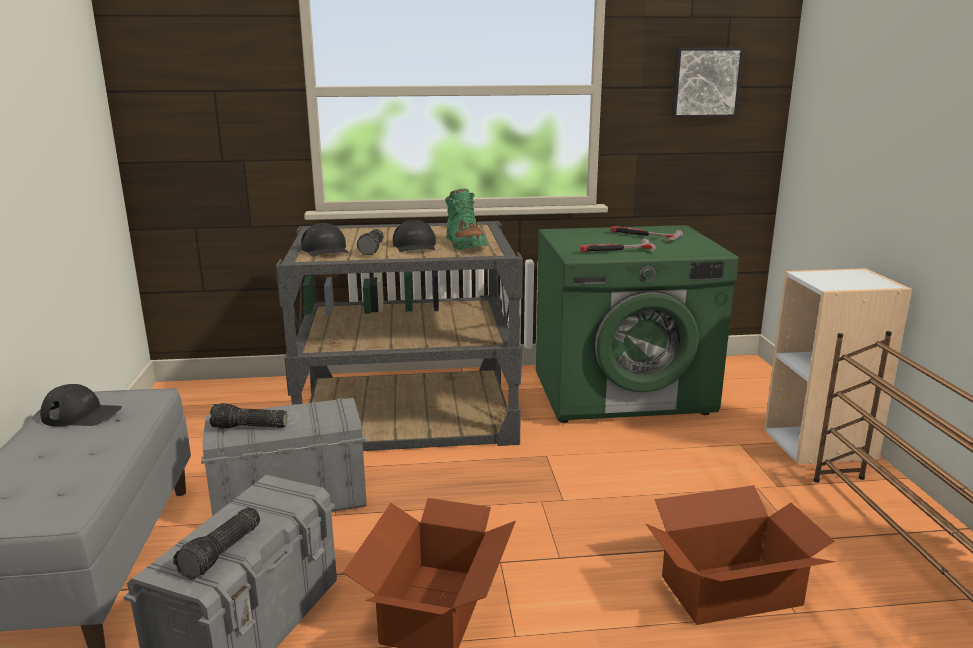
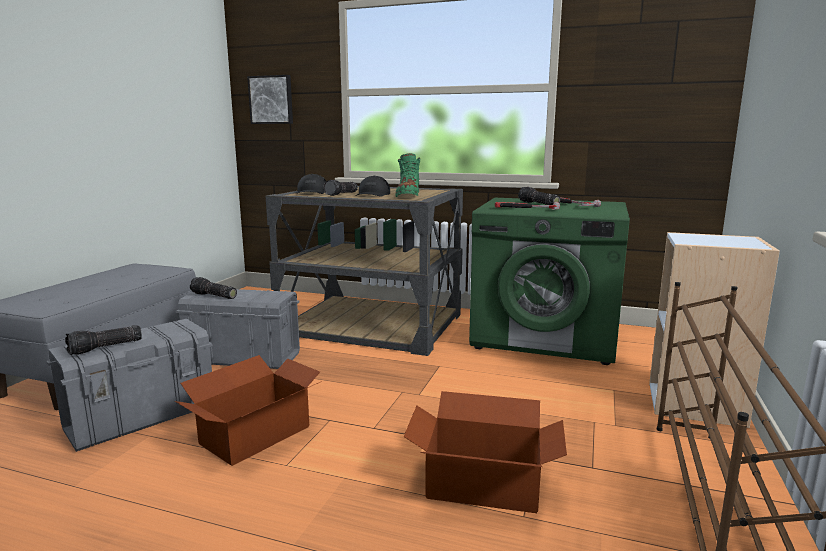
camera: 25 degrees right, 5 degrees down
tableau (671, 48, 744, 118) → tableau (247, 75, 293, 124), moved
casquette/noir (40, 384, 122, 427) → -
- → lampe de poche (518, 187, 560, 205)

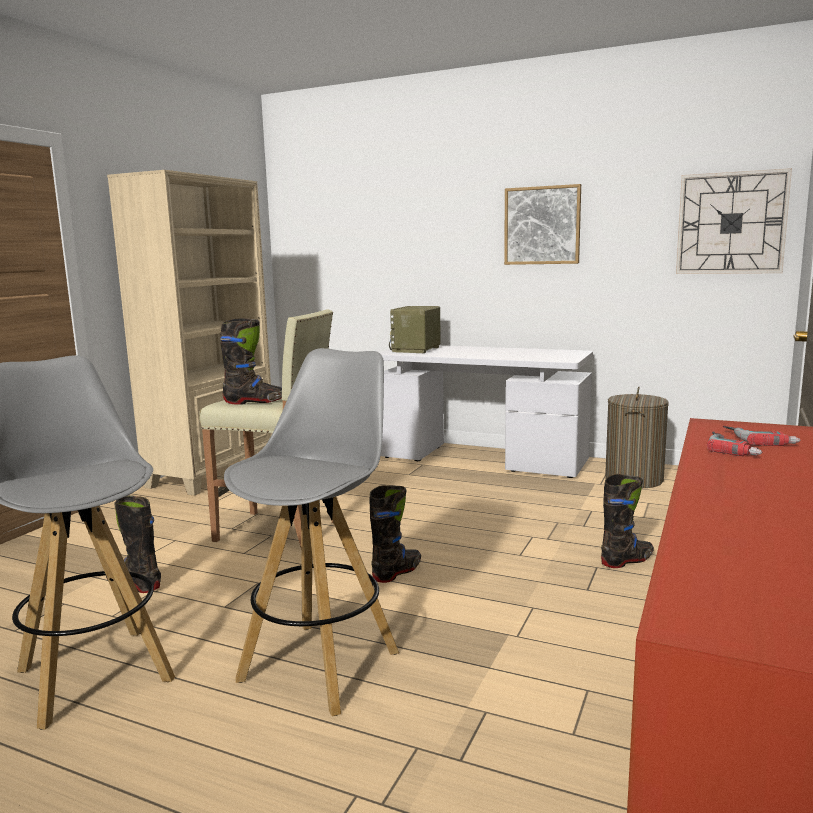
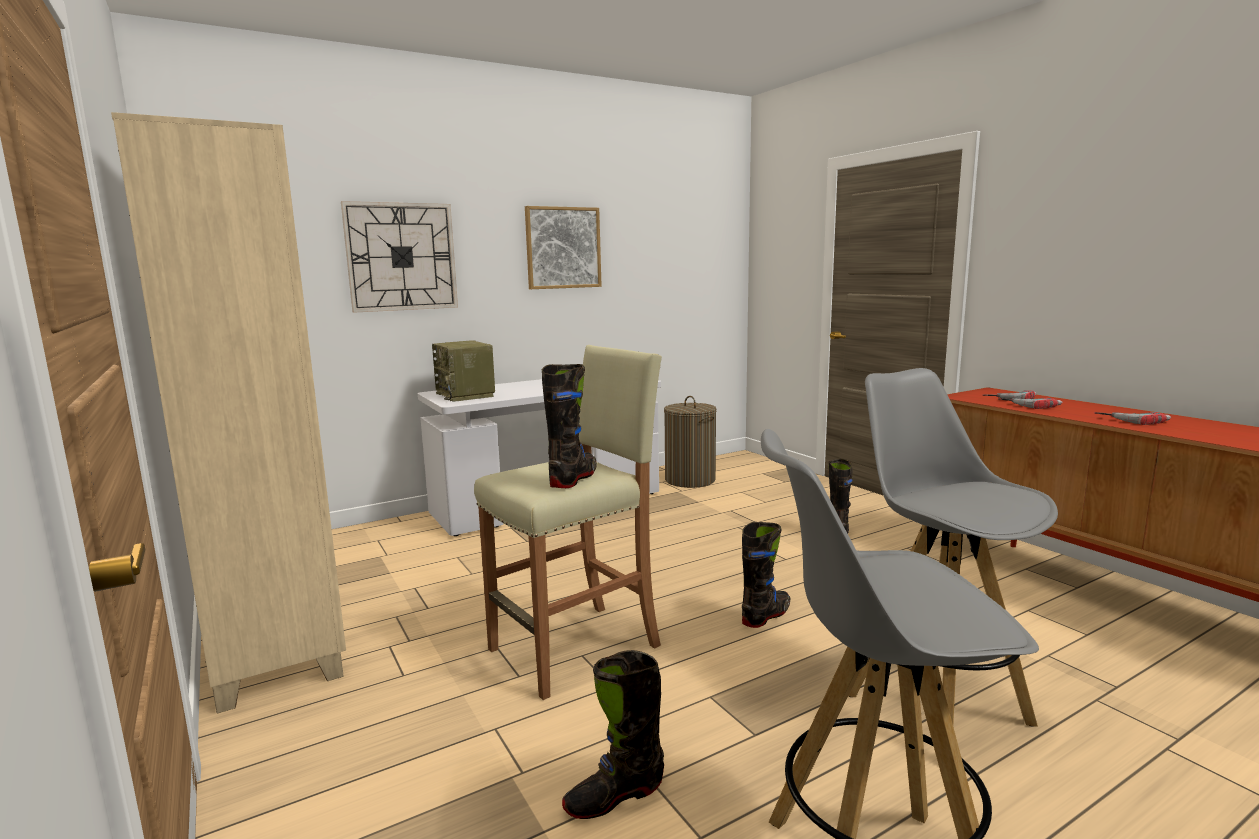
camera: 55 degrees left, 0 degrees up
horloge murale (676, 168, 792, 274) → horloge murale (341, 201, 458, 313), moved
botte/noir (369, 485, 421, 583) → botte/noir (742, 522, 790, 628), 60 degrees clockwise
- → perceuse (1095, 412, 1171, 425)

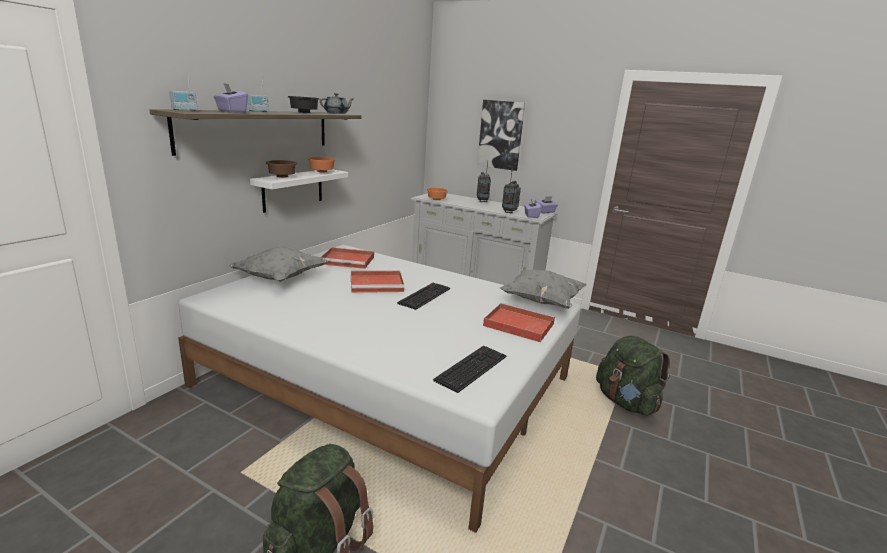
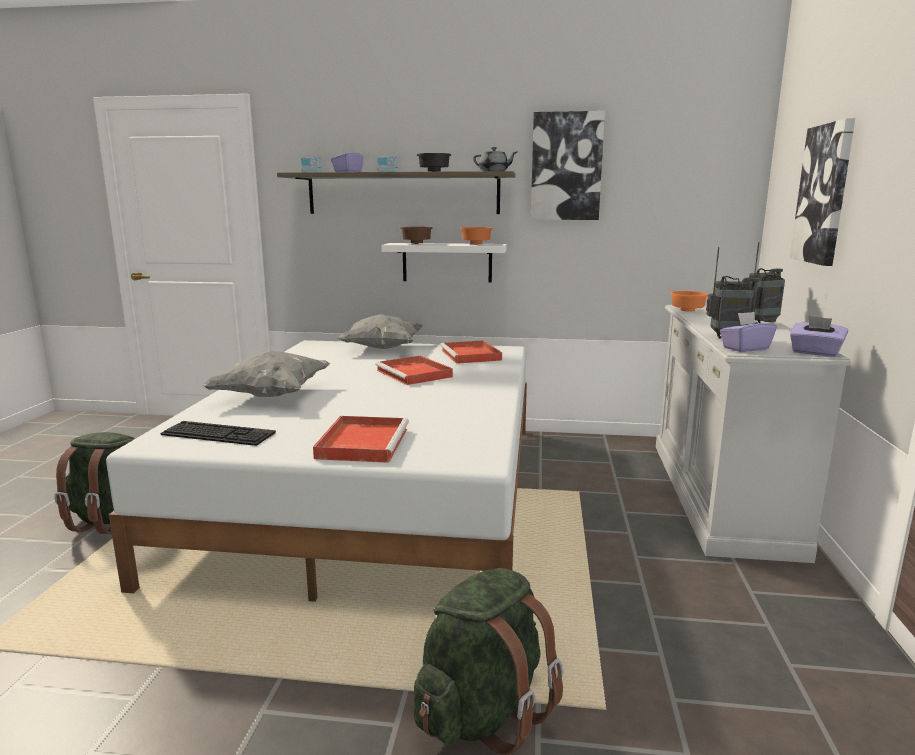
camera: 70 degrees right, 5 degrees down
coussin/gris (500, 269, 587, 309) → coussin/gris (202, 351, 331, 397), moved
clavier (397, 283, 450, 310) → -
- → tableau (531, 111, 605, 220)

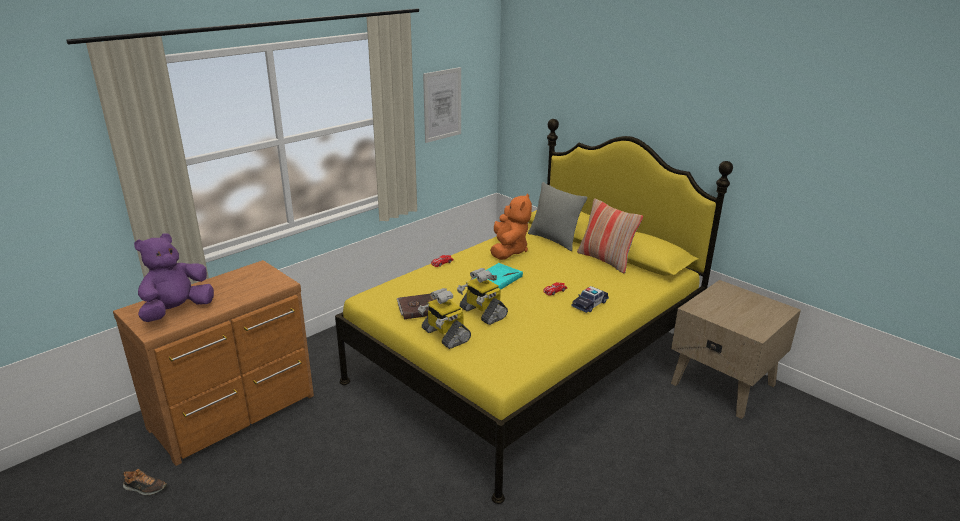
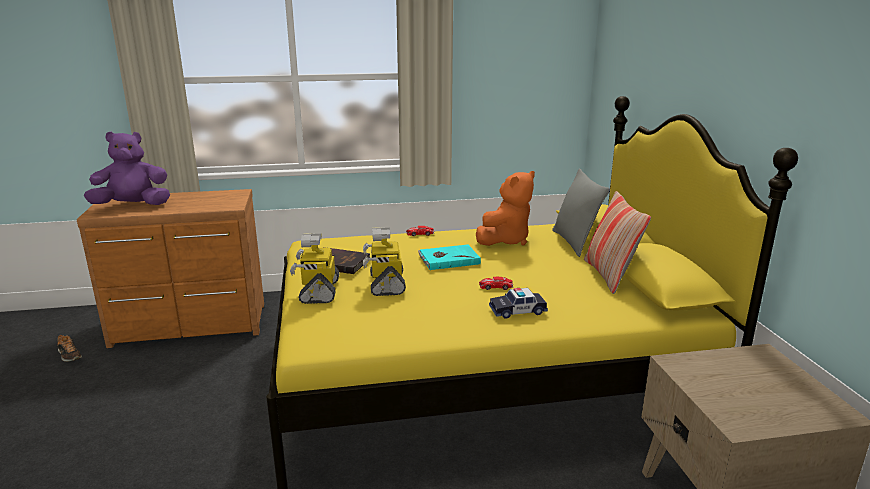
camera: 35 degrees right, 5 degrees down
tableau (423, 67, 461, 143) → -

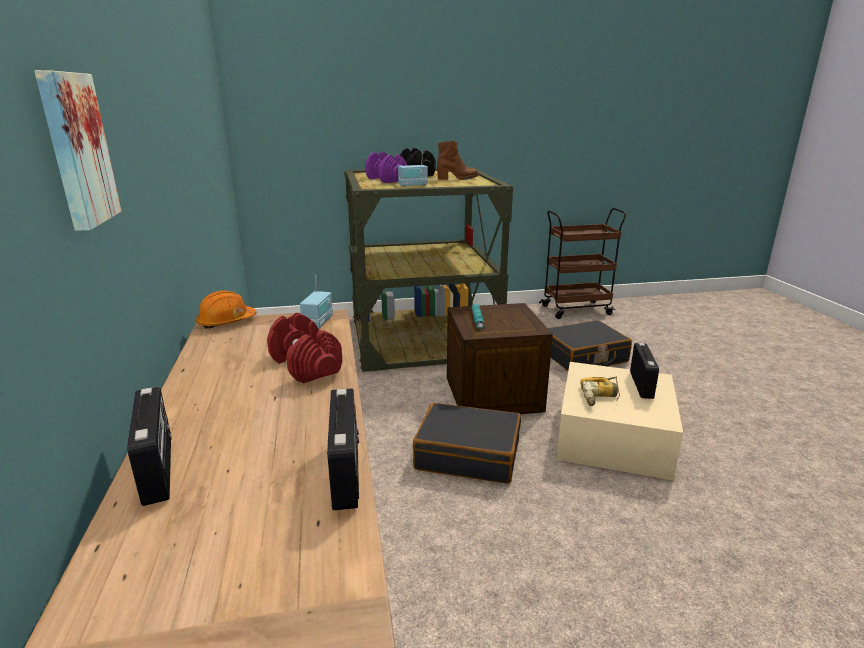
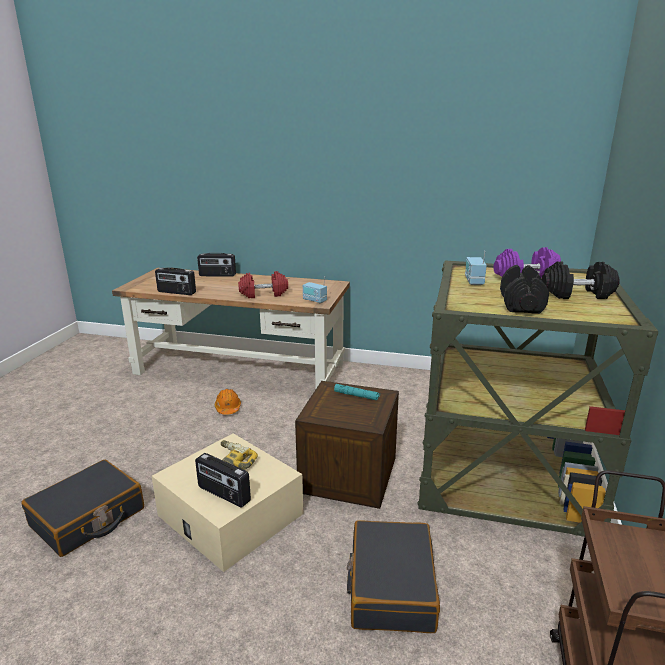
camera: 115 degrees right, 0 degrees up
tableau (34, 70, 122, 231) → -
botte/marron (437, 141, 478, 180) → haltère/noir (500, 265, 549, 314)
casque de chantier/orange (196, 290, 257, 329) → casque de chantier/orange (215, 389, 241, 415), moved
valise/noir (413, 403, 521, 484) → valise/noir (21, 460, 144, 557), moved

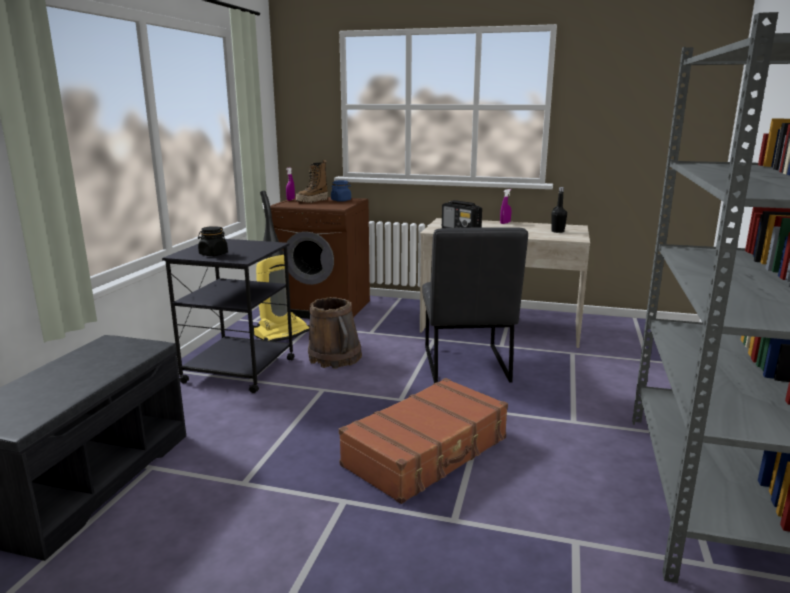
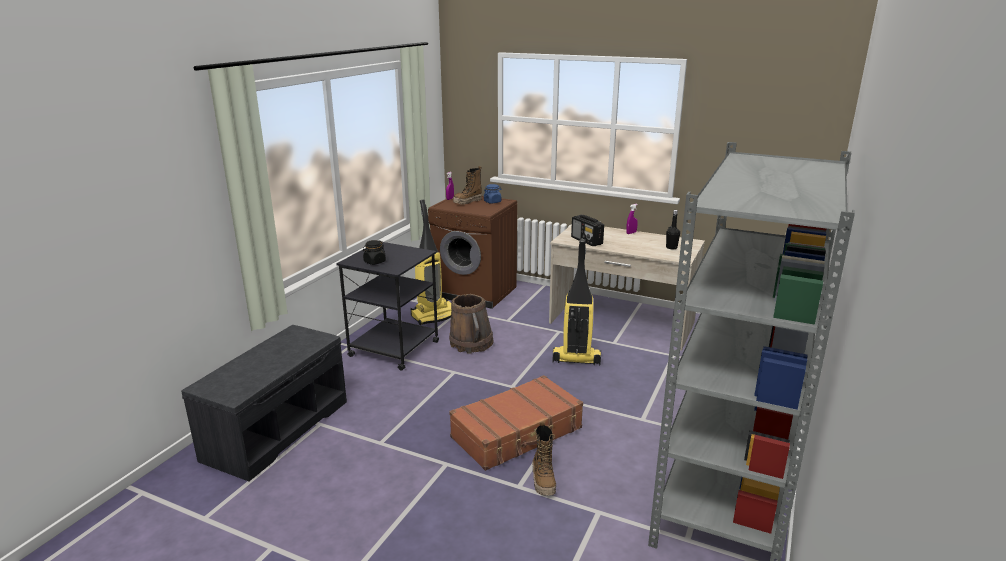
camera: 10 degrees right, 5 degrees up
chaise/gris (422, 227, 528, 383) → aspirateur (552, 239, 601, 365)
- → botte (532, 421, 556, 496)

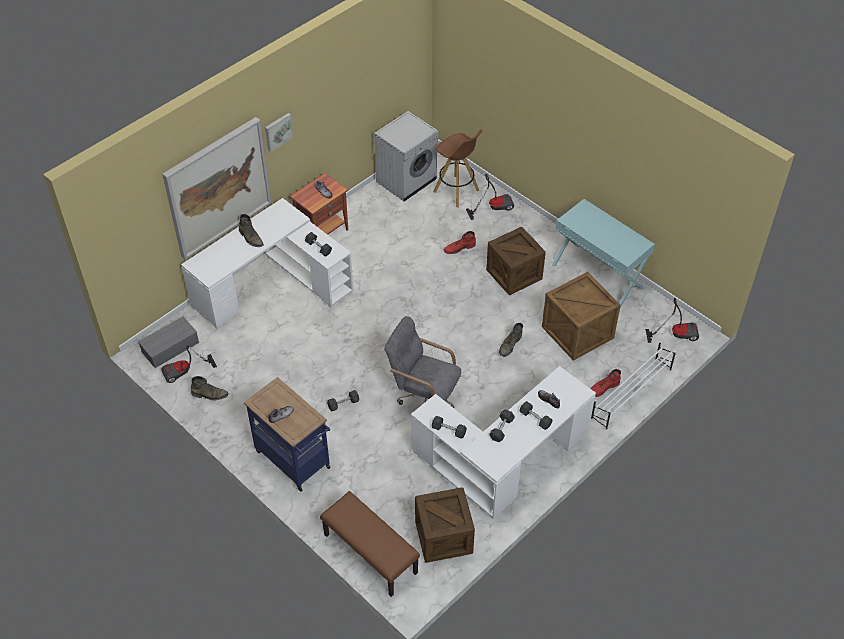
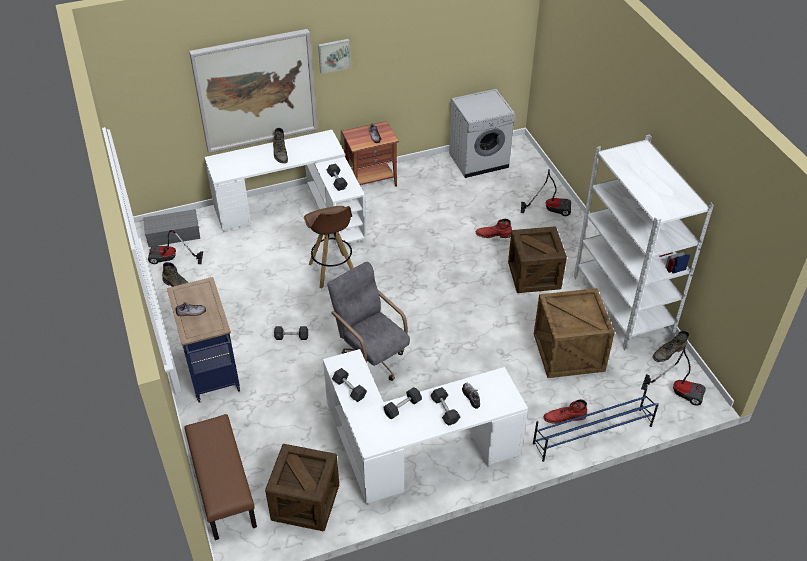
camera: 25 degrees right, 5 degrees down
tabouret/marron (434, 129, 482, 207) → tabouret/marron (304, 206, 354, 288), moved
bureau/turquoise (552, 199, 655, 308) → bibliothèque/blanc (574, 135, 714, 350)
botte/vert (499, 323, 523, 357) → botte/vert (653, 331, 689, 362), moved
étagère à chaussures/blanc (591, 341, 676, 430) → étagère à chaussures/bleu (533, 387, 659, 462)

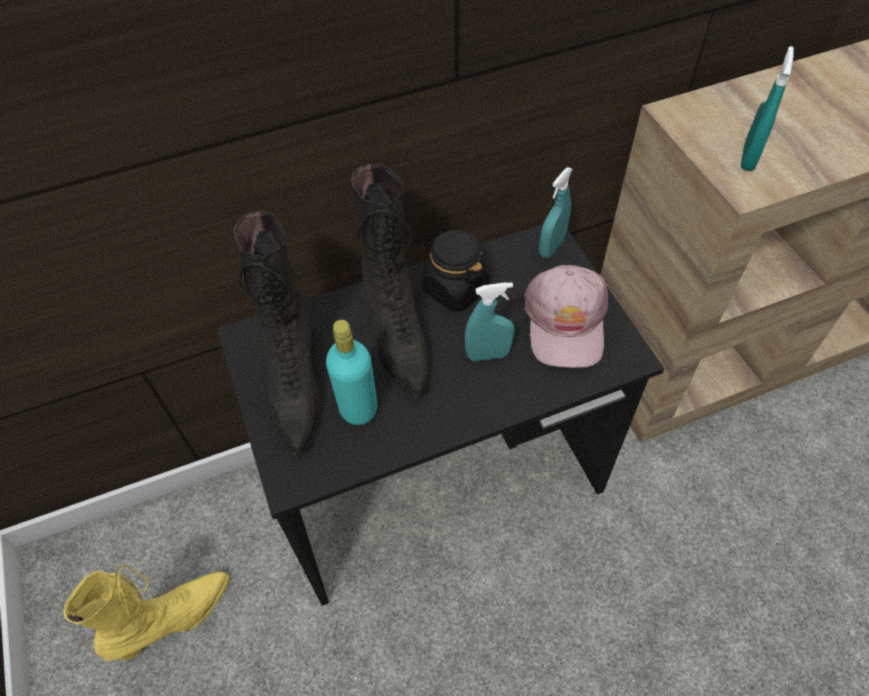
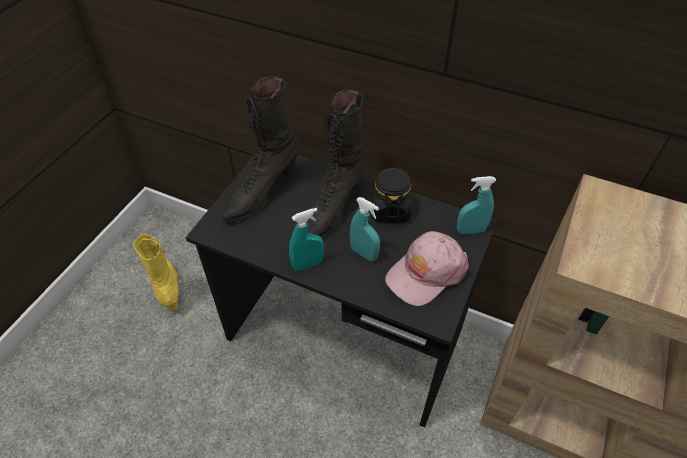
camera: 45 degrees right, 5 degrees down
vaporisateur/turquoise (741, 46, 794, 171) → vaporisateur/turquoise (289, 208, 324, 271), moved
bouteille/turquoise (326, 320, 377, 425) → -
botte/jaune (64, 565, 229, 661) → botte/jaune (133, 233, 178, 311), 120 degrees counterclockwise

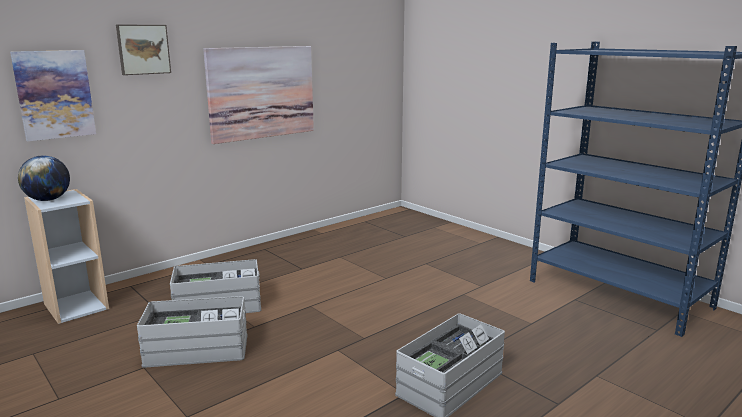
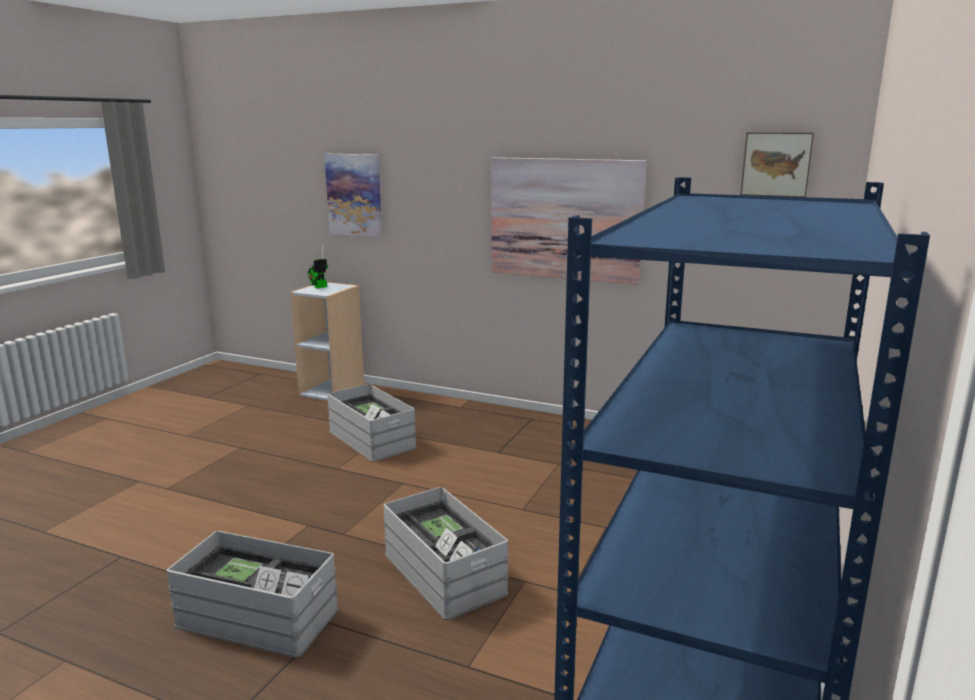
camera: 65 degrees right, 0 degrees up
tableau (116, 25, 171, 75) → tableau (740, 132, 814, 197), moved
globe (18, 155, 70, 201) → robot jouet (308, 244, 328, 289)
boîte de rangement/gris (137, 296, 248, 368) → boîte de rangement/gris (384, 487, 509, 620), moved

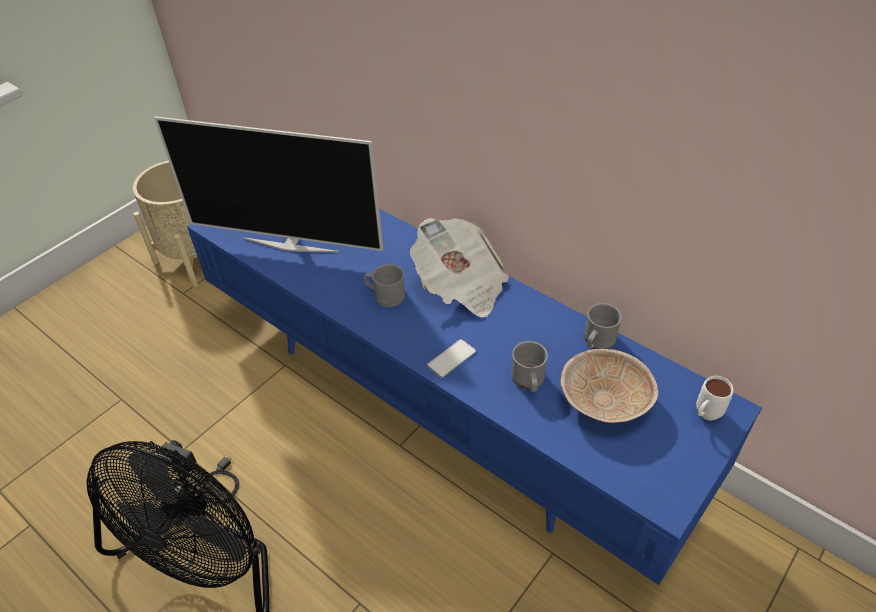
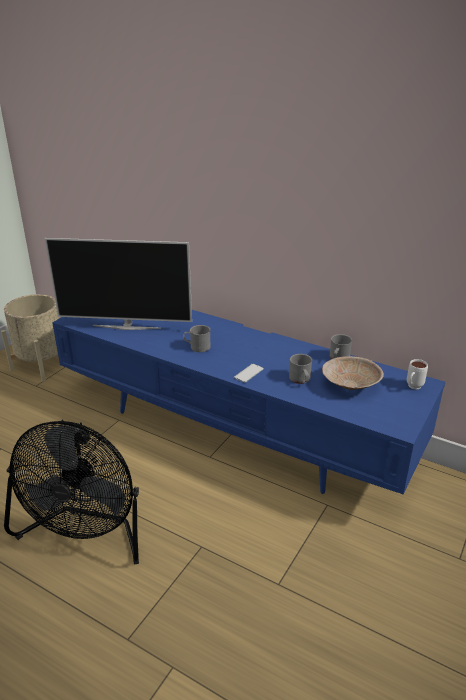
camera: 10 degrees left, 15 degrees down
journal (410, 218, 509, 317) → -

